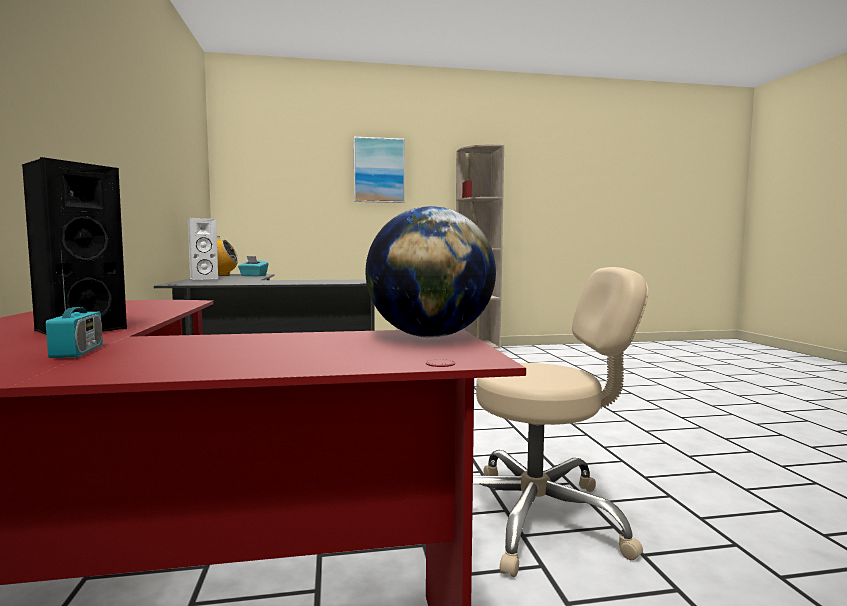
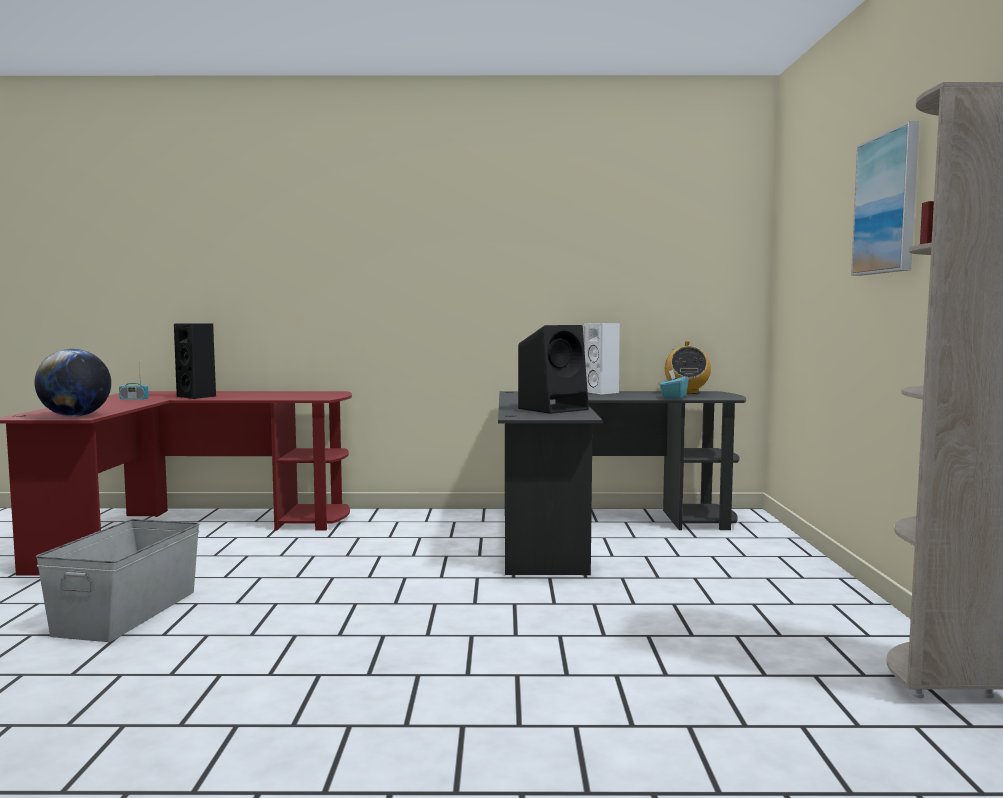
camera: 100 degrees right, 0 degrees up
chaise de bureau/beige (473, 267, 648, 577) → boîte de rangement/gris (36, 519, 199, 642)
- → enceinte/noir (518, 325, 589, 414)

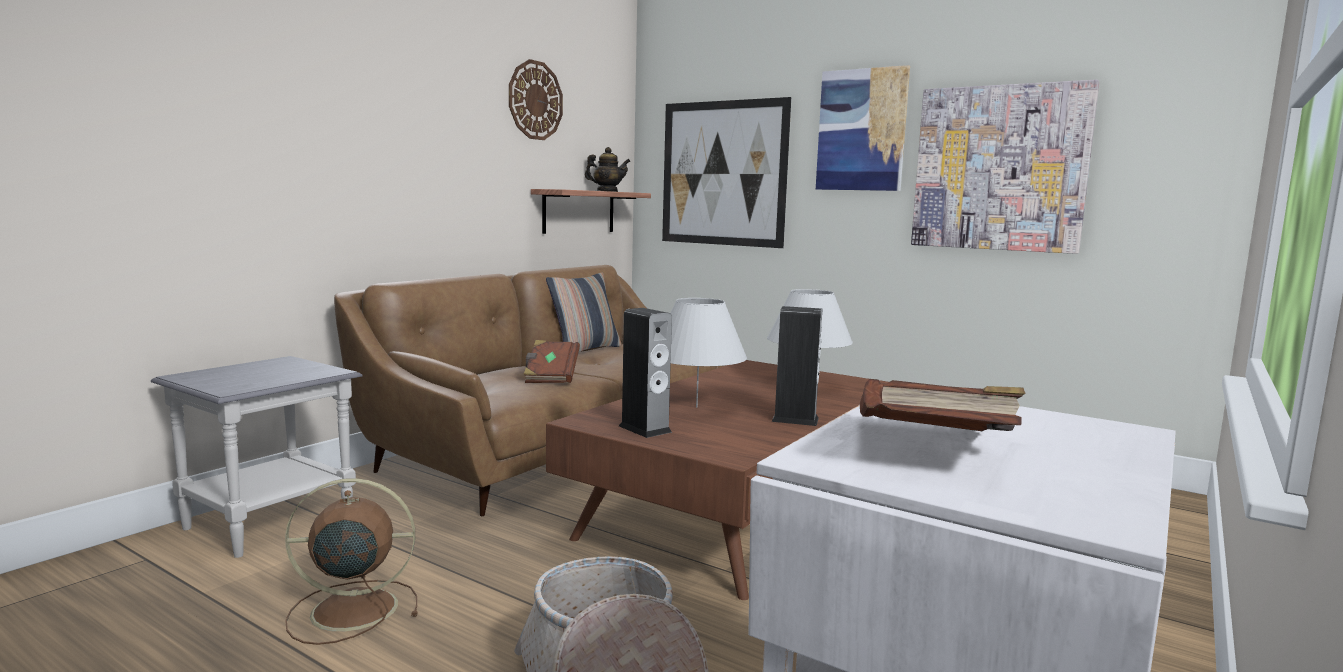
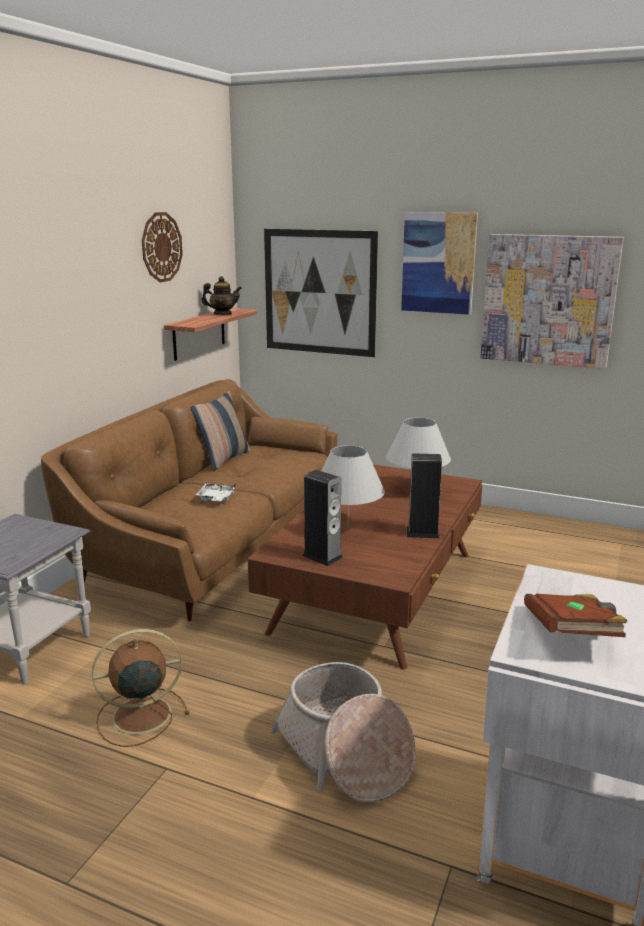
camera: 10 degrees left, 10 degrees up
livre/marron (523, 340, 580, 383) → plateau/blanc (196, 483, 236, 502)

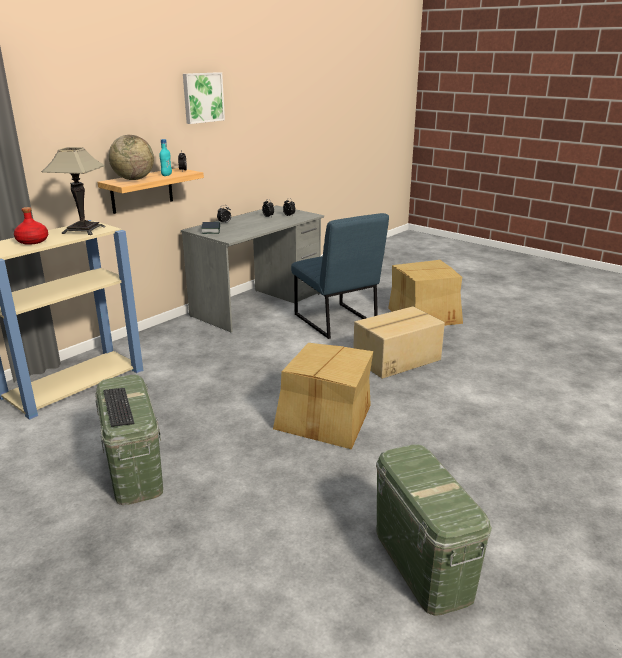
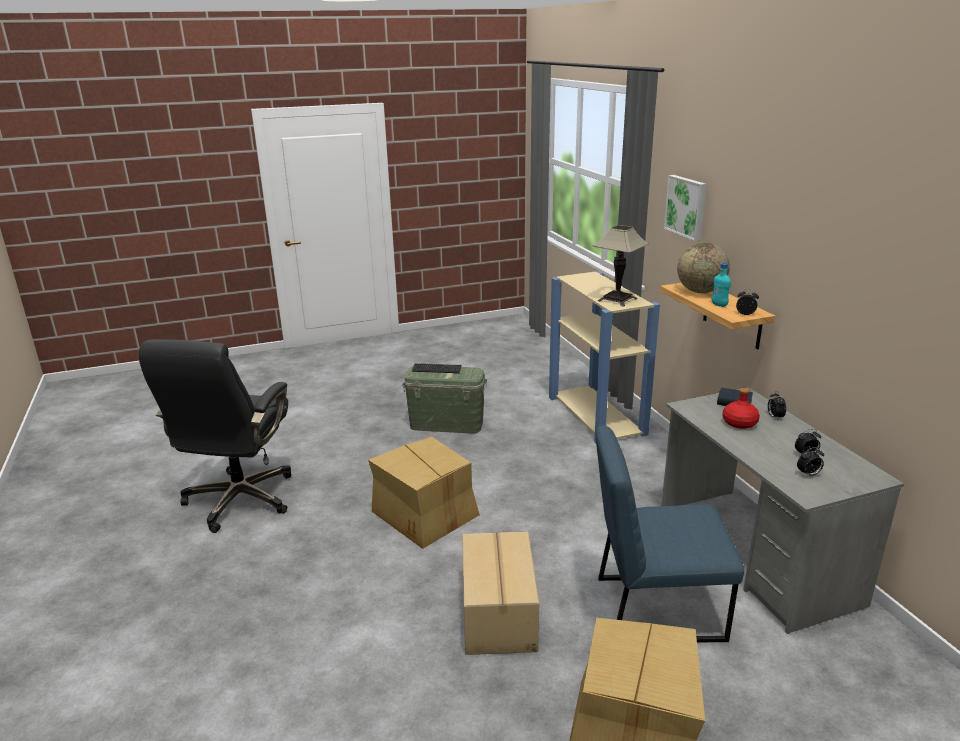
camera: 120 degrees right, 0 degrees up
tableau (183, 72, 225, 124) → tableau (664, 175, 707, 241), moved
bouteille/rouge (14, 207, 48, 245) → bouteille/rouge (722, 388, 760, 429), moved
boîte de rangement/vert (376, 444, 492, 616) → chaise de bureau/noir (139, 339, 291, 533)

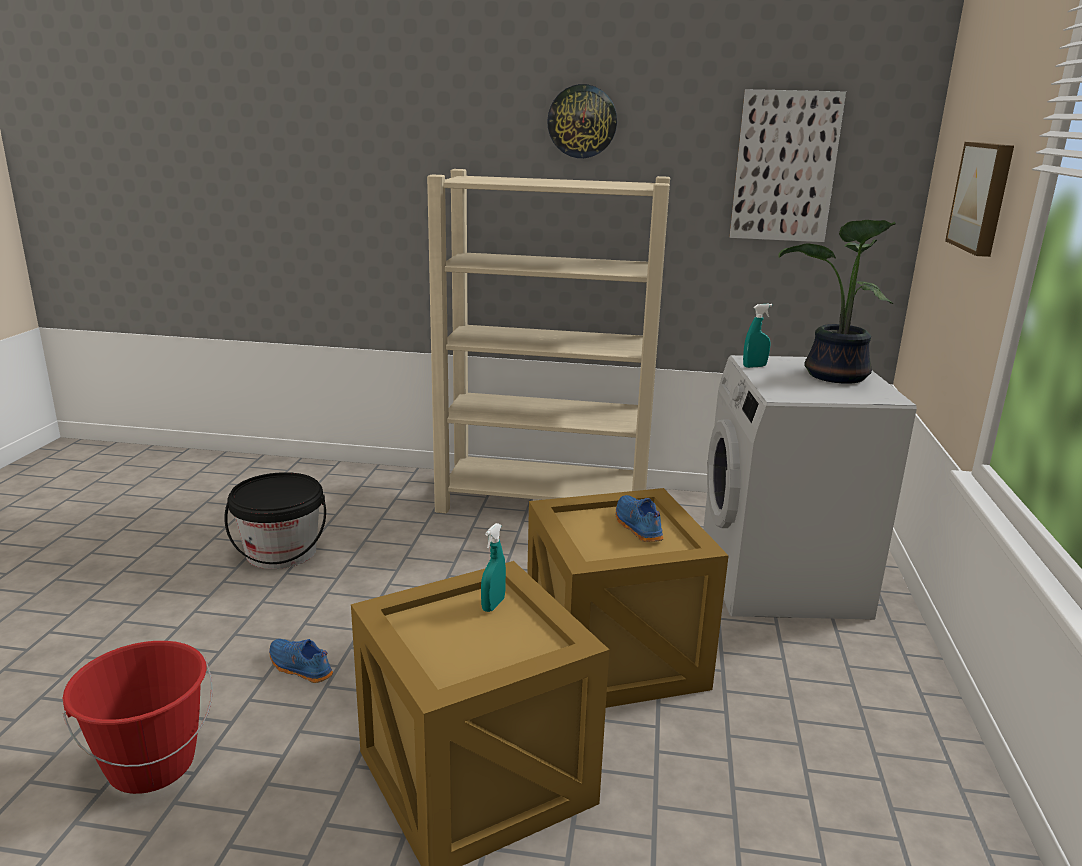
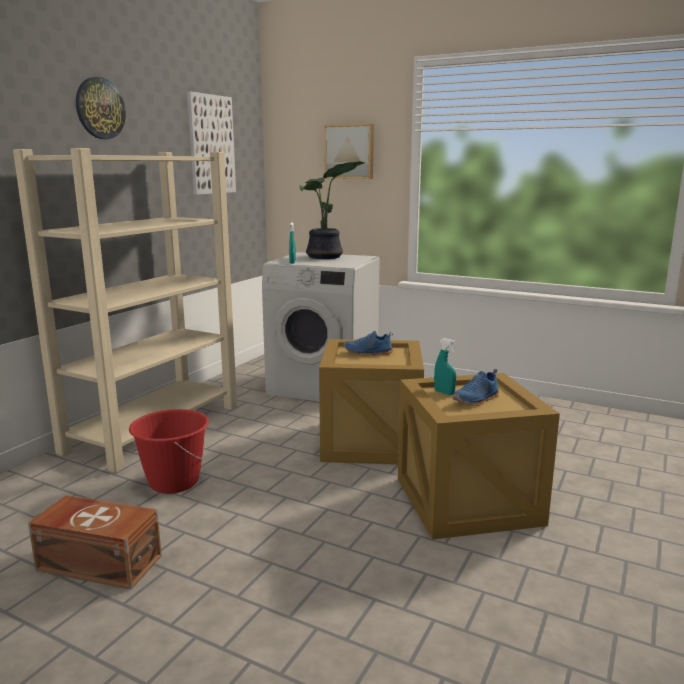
camera: 70 degrees left, 5 degrees down
seau/noir (224, 472, 326, 569) → boîte de rangement/marron (28, 495, 162, 590)
chaussure/bleu (269, 639, 333, 683) → chaussure/bleu (453, 369, 499, 406), moved
seau/rouge (63, 641, 213, 794) → seau/rouge (129, 409, 209, 494), moved

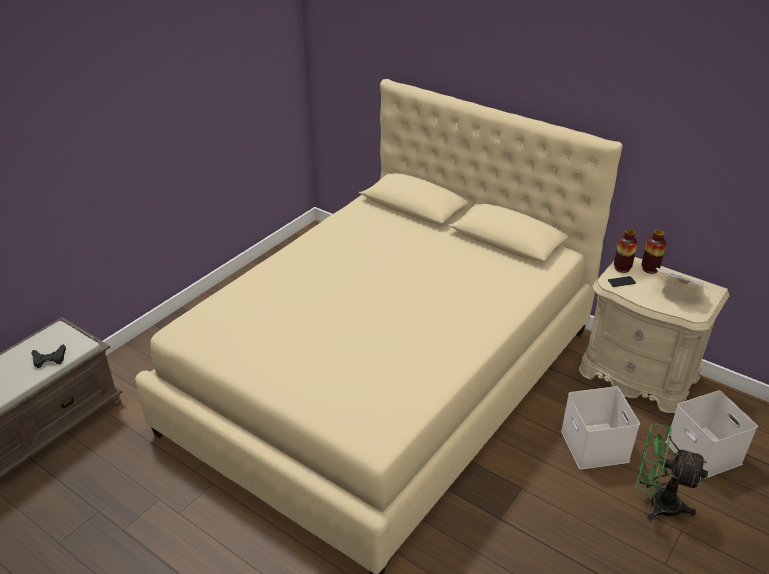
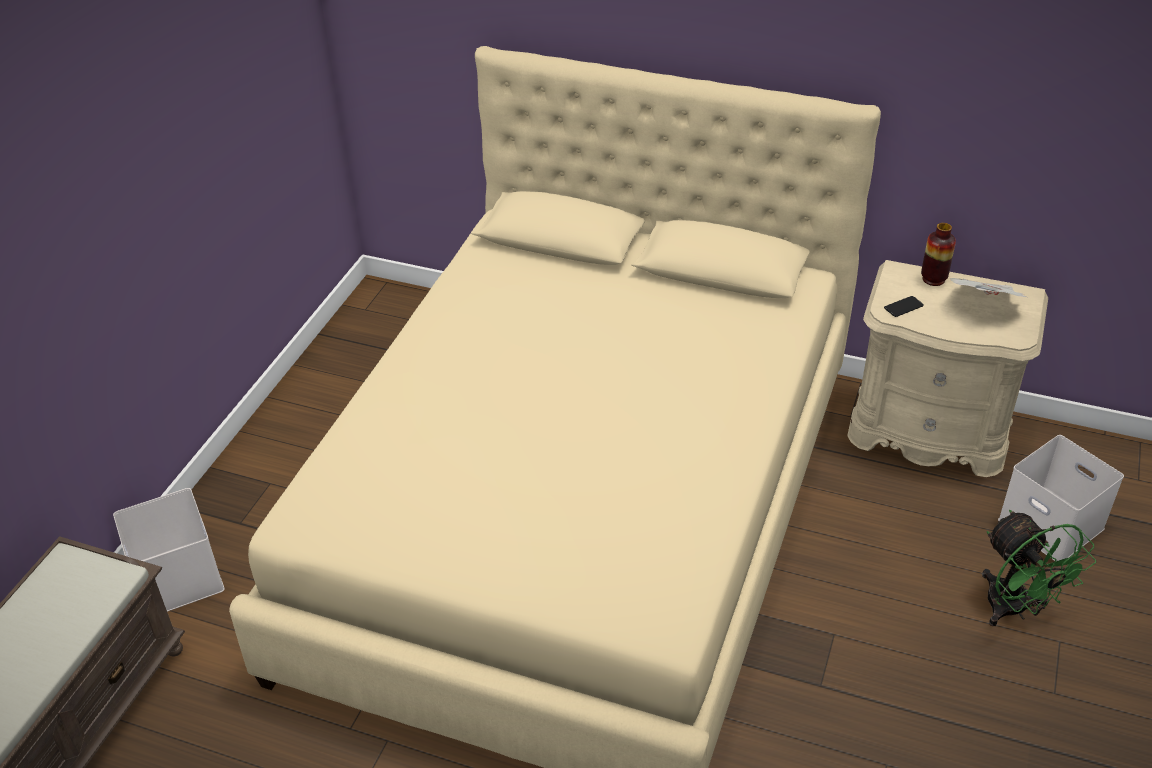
camera: 15 degrees left, 5 degrees up
vase (614, 229, 638, 273) → -
manette/noir (31, 344, 66, 368) → -
boîte de rangement/blanc (561, 386, 640, 469) → boîte de rangement/blanc (113, 488, 225, 612), moved
ventilateur/vert (636, 423, 708, 520) → ventilateur/vert (982, 510, 1096, 626), 120 degrees counterclockwise

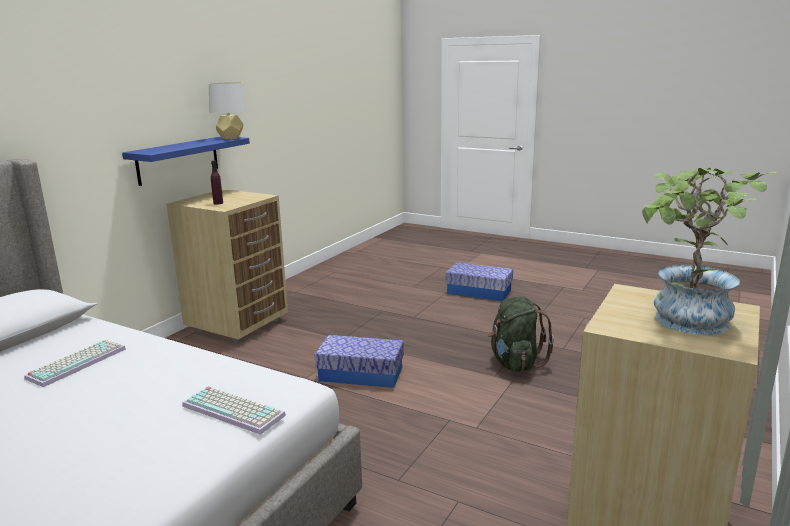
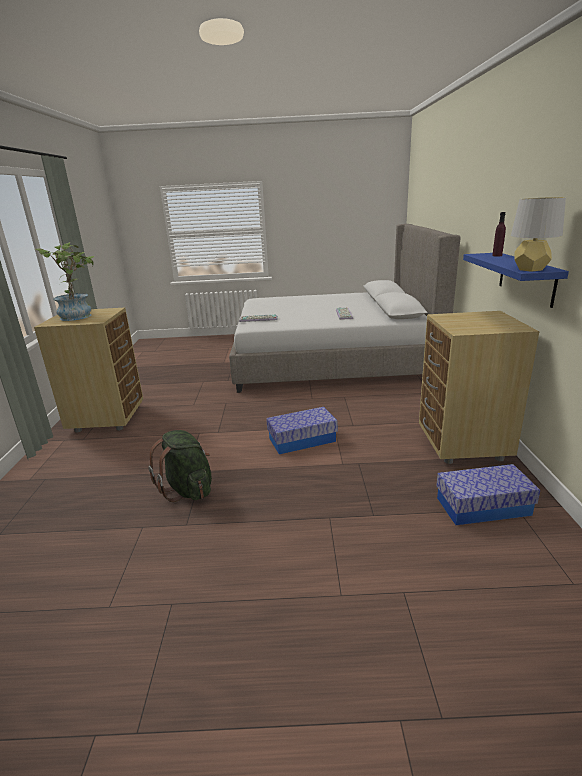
camera: 150 degrees right, 5 degrees up
bouteille/violet (211, 161, 223, 205) → bouteille/violet (492, 212, 506, 256), moved
boîte de rangement (446, 262, 513, 301) → boîte de rangement (436, 464, 540, 525), moved

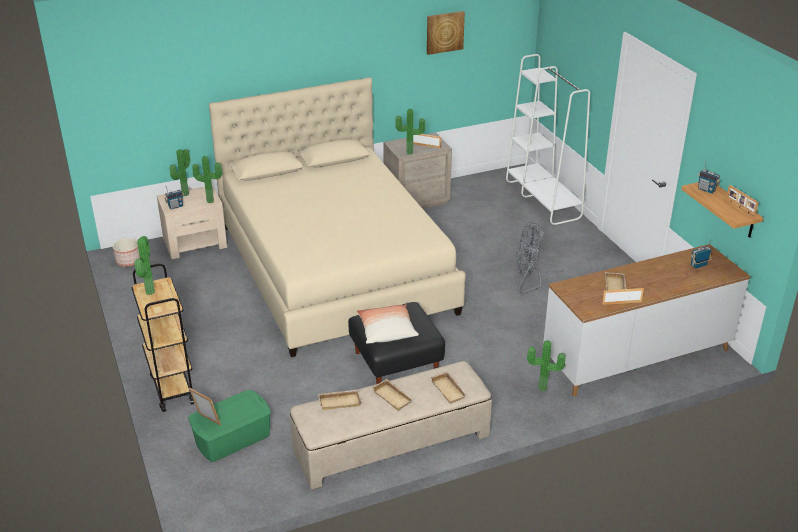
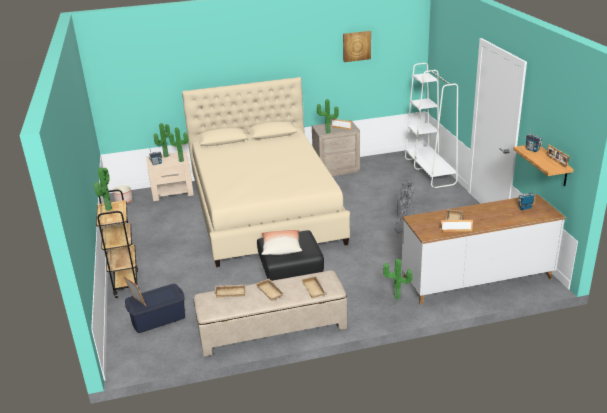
camera: 10 degrees right, 5 degrees down
boîte de rangement/vert (188, 390, 271, 462) → boîte de rangement/bleu (125, 284, 185, 333)

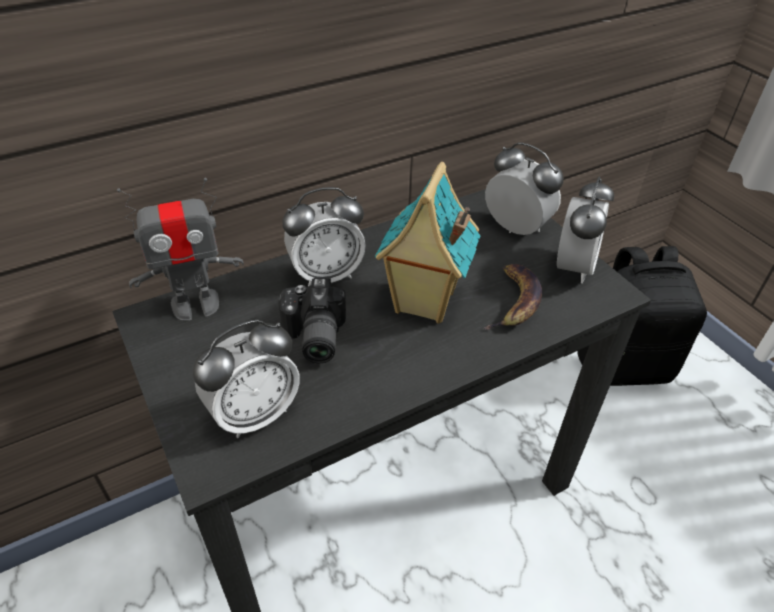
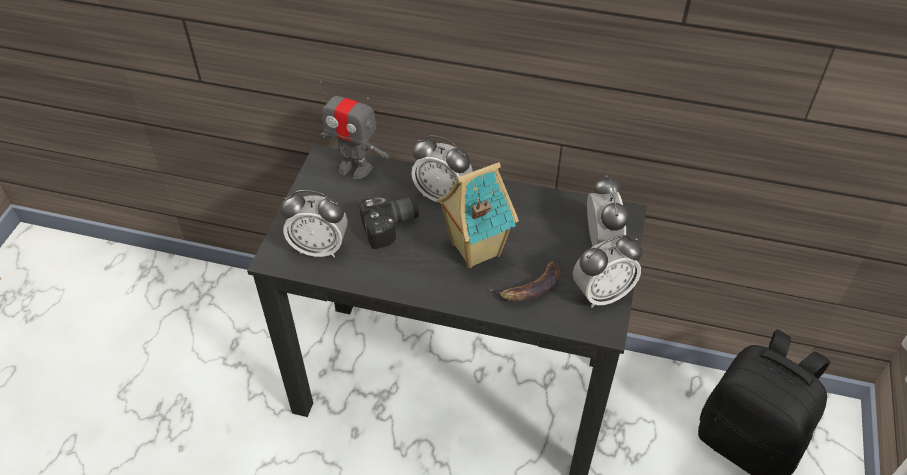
camera: 45 degrees right, 5 degrees up
appareil photo (278, 278, 346, 363) → appareil photo (359, 196, 419, 249), 150 degrees counterclockwise

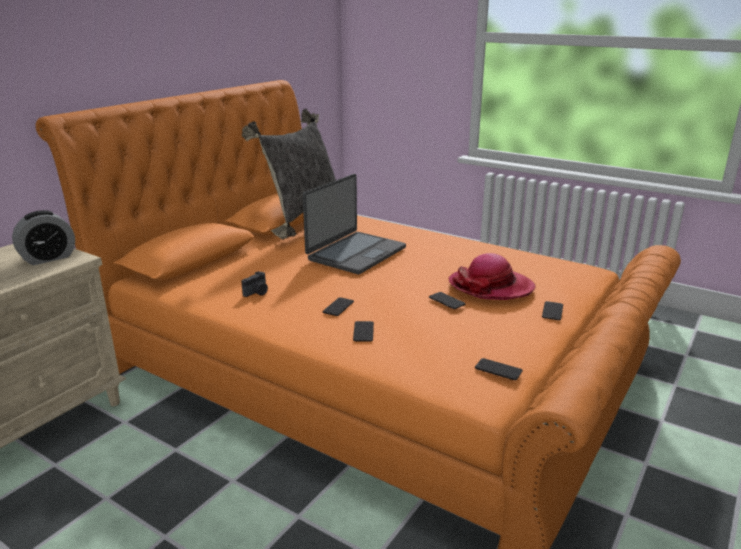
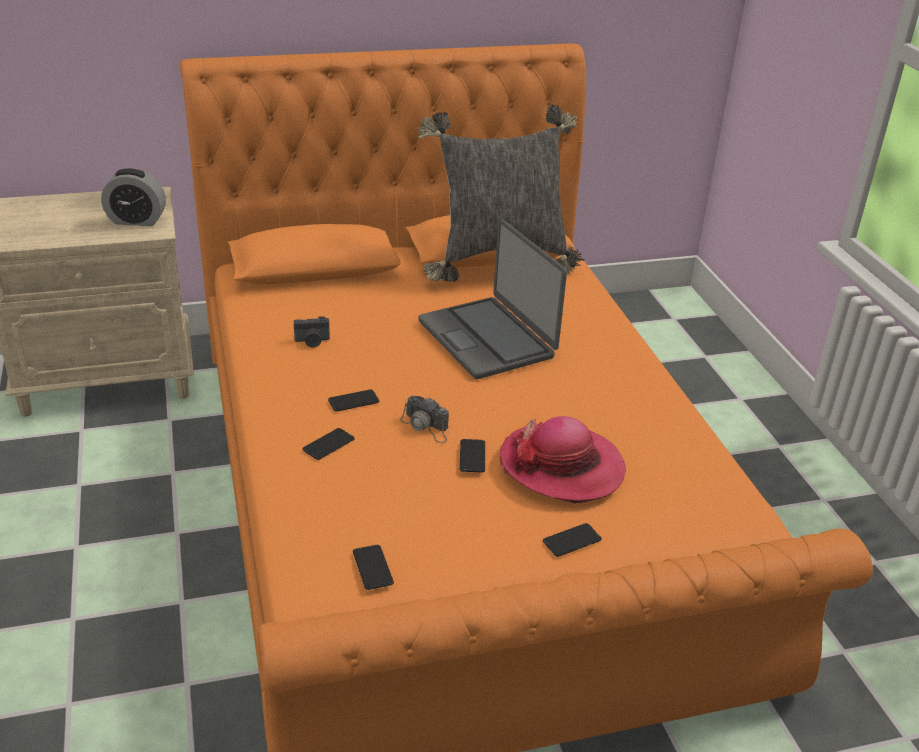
camera: 40 degrees right, 10 degrees up
ordinateur portable (303, 174, 406, 274) → ordinateur portable (418, 219, 567, 379), 75 degrees clockwise
- → appareil photo (400, 396, 449, 443)

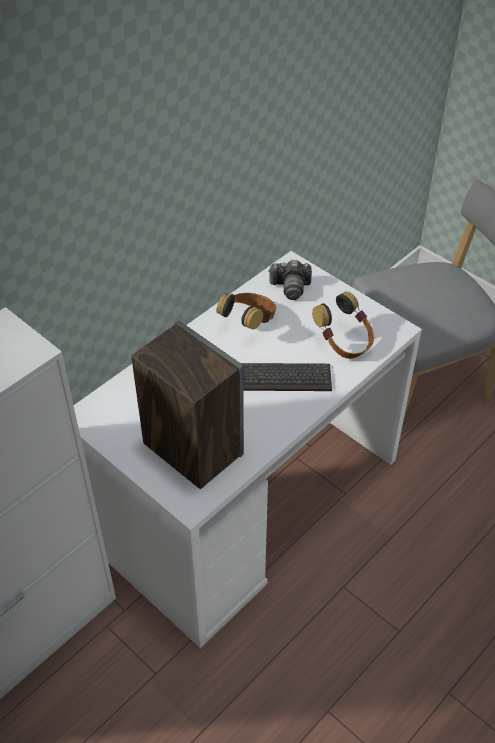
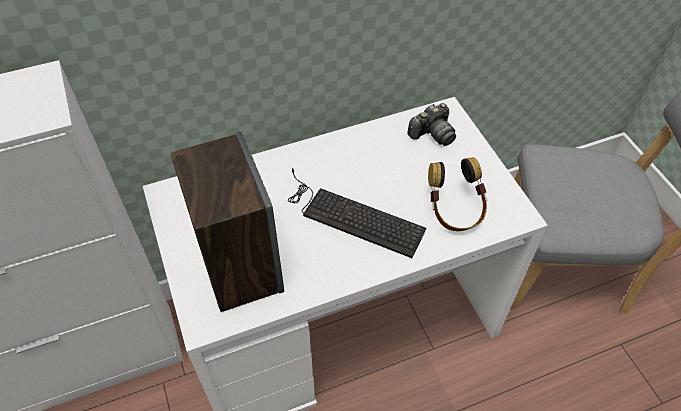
camera: 25 degrees right, 5 degrees up
appareil photo (268, 260, 312, 300) → appareil photo (407, 103, 456, 146), 60 degrees counterclockwise
casque audio (216, 293, 276, 329) → -

